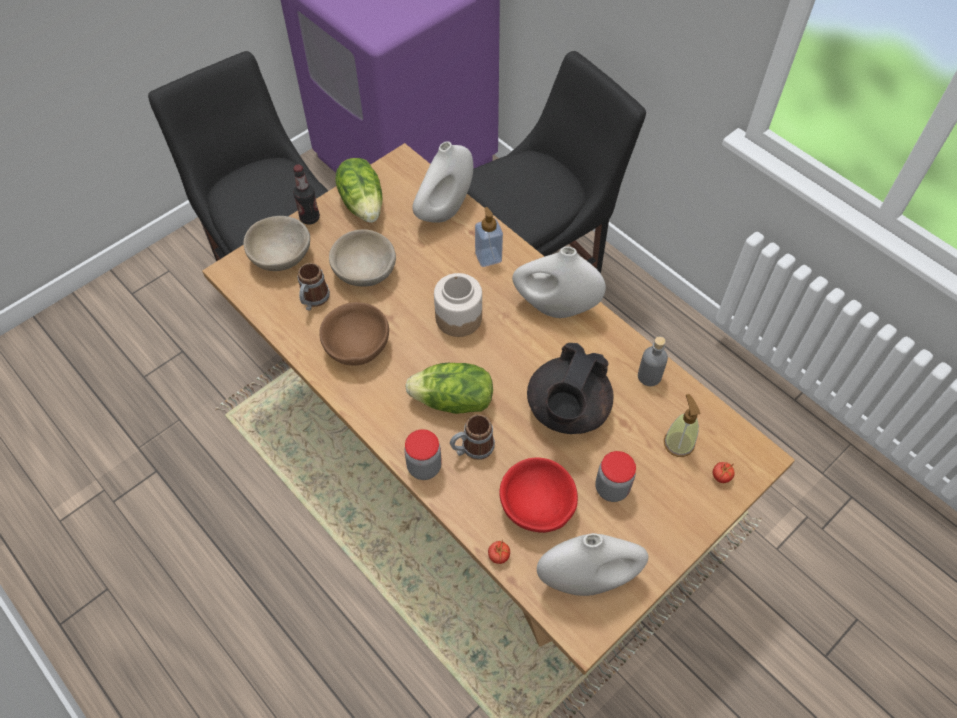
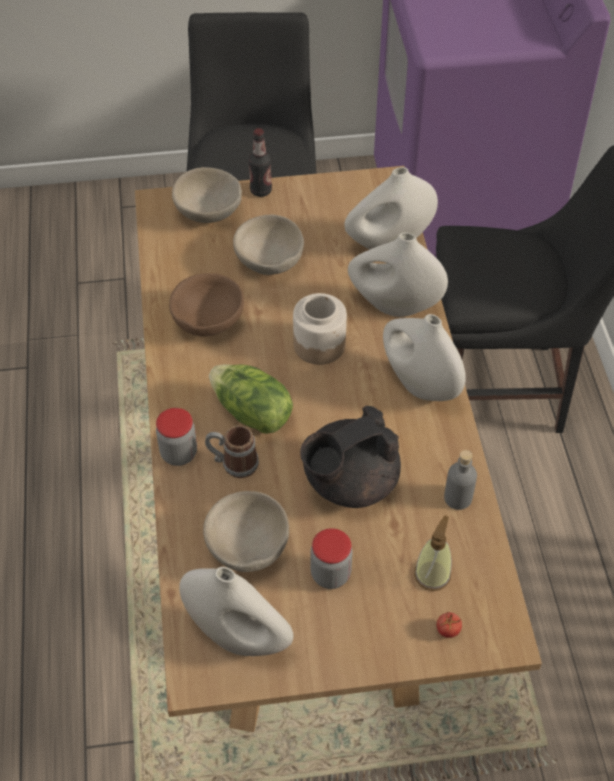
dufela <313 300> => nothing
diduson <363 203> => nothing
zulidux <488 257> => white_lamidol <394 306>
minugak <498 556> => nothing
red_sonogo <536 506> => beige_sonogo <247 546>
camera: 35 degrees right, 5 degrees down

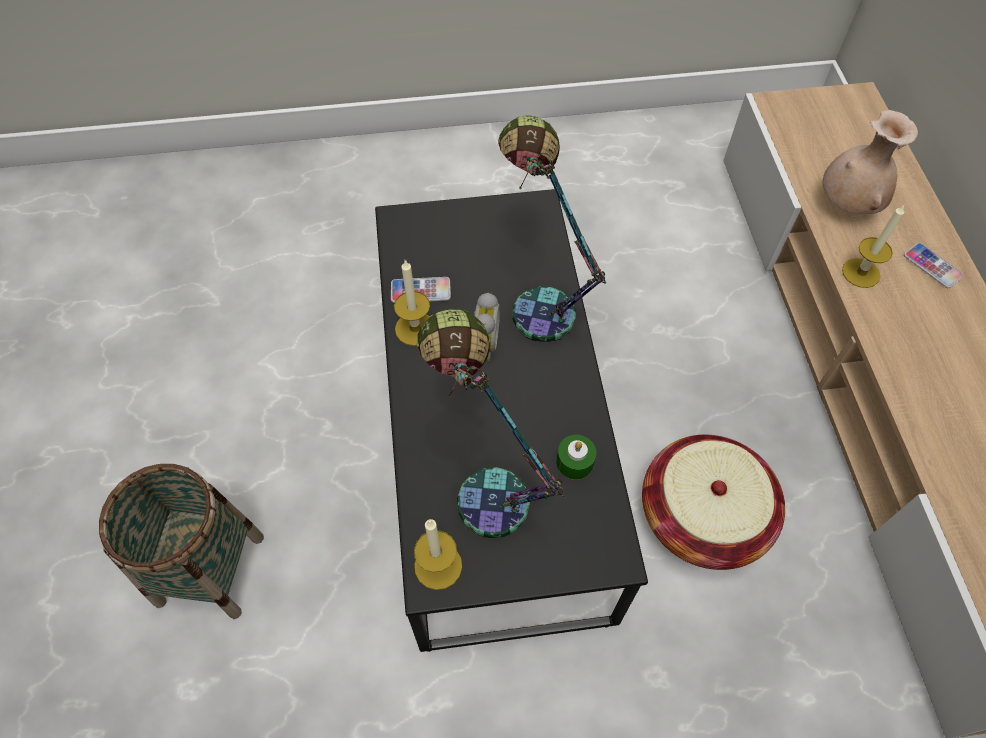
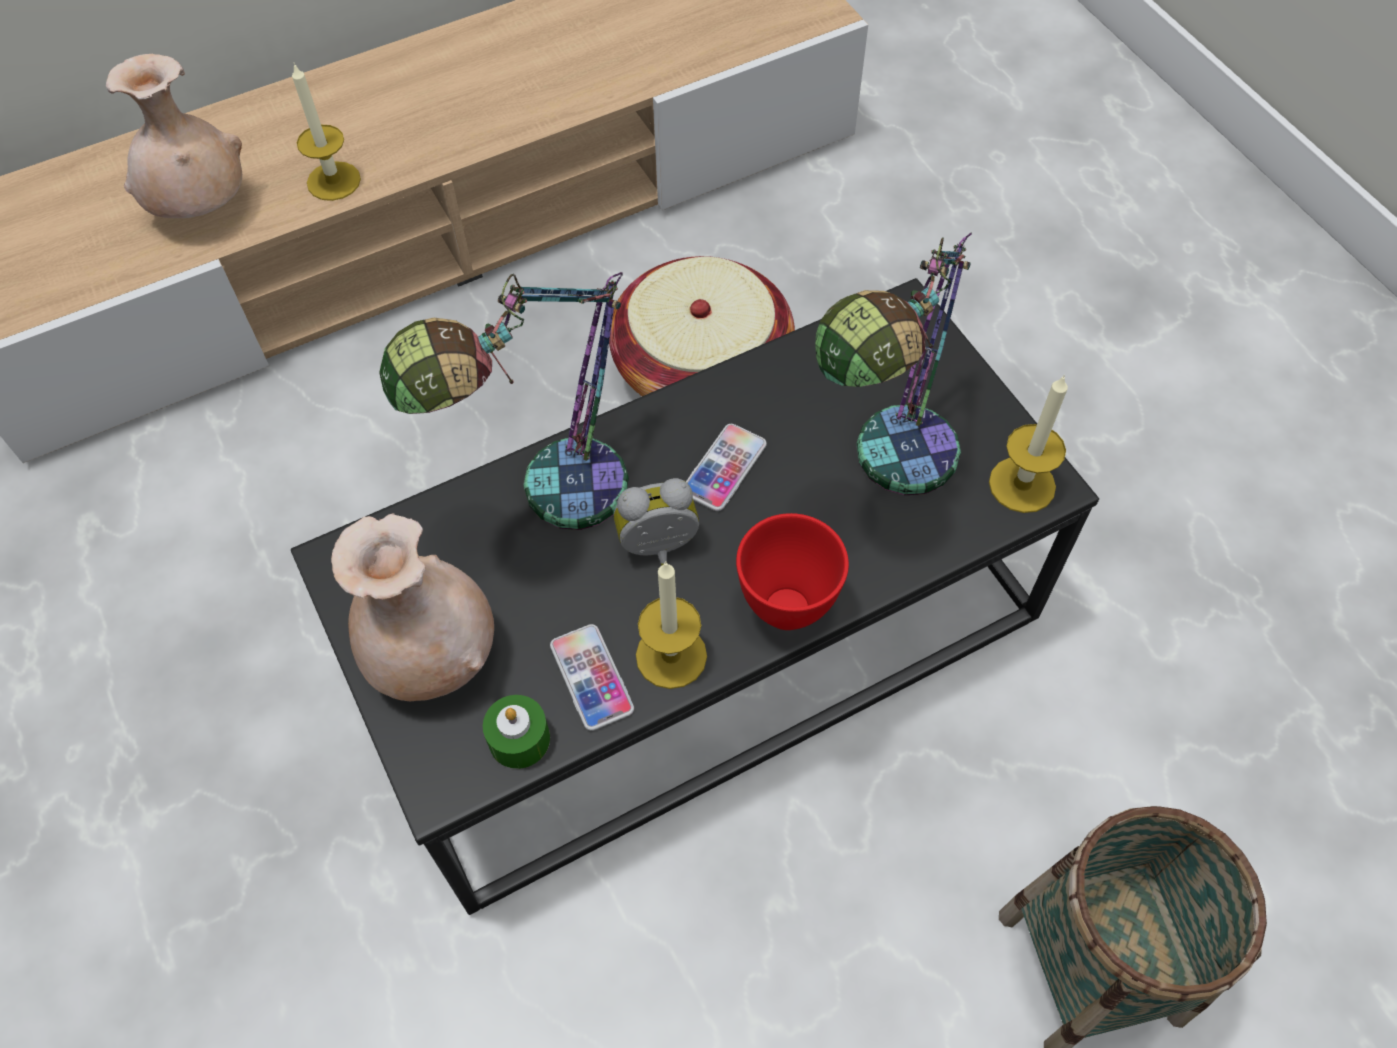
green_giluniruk <575 462> => green_giluniruk <519 739>, relocated
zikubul <932 266> => zikubul <724 468>, relocated
nothing => beige_lamidol <432 656>
nothing => red_sonogo <789 611>
camera: 110 degrees left, 0 degrees up

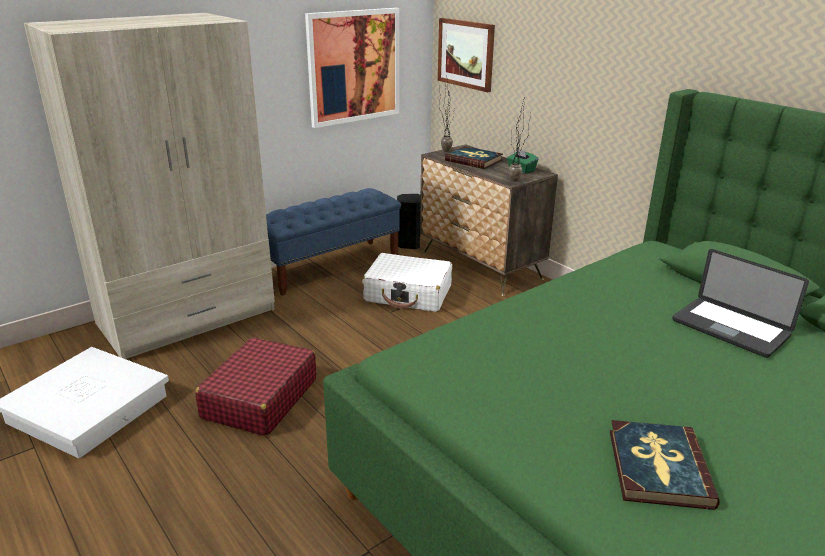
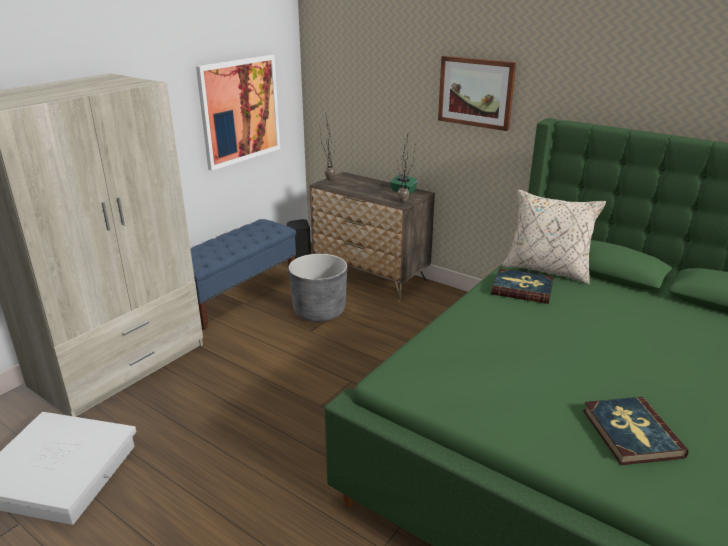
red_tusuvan <260 398> => nothing
white_tusuvan <408 294> => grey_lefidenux <319 311>
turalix <466 54> => turalix <476 92>, relocated
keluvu <474 160> => keluvu <522 289>, relocated
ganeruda <730 328> => nothing
nothing => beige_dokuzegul <547 270>
camera: 15 degrees left, 0 degrees up

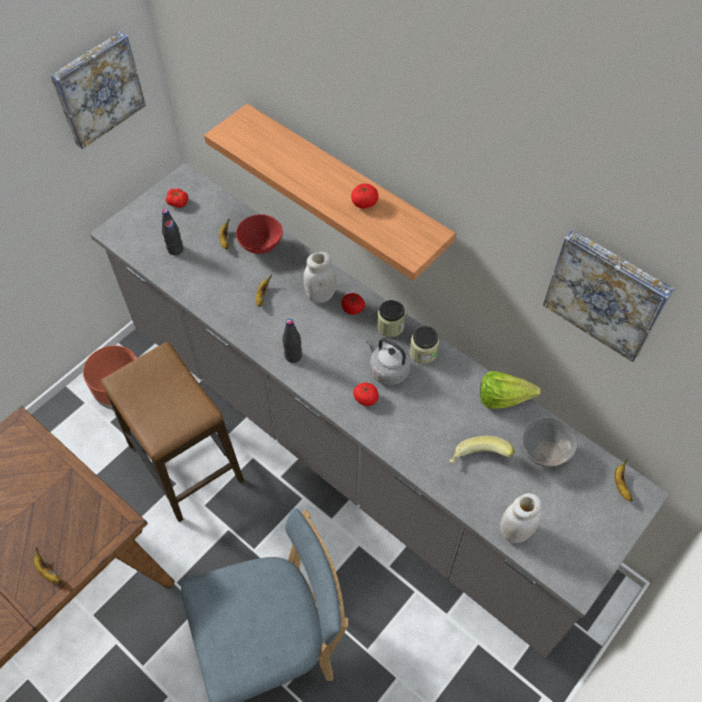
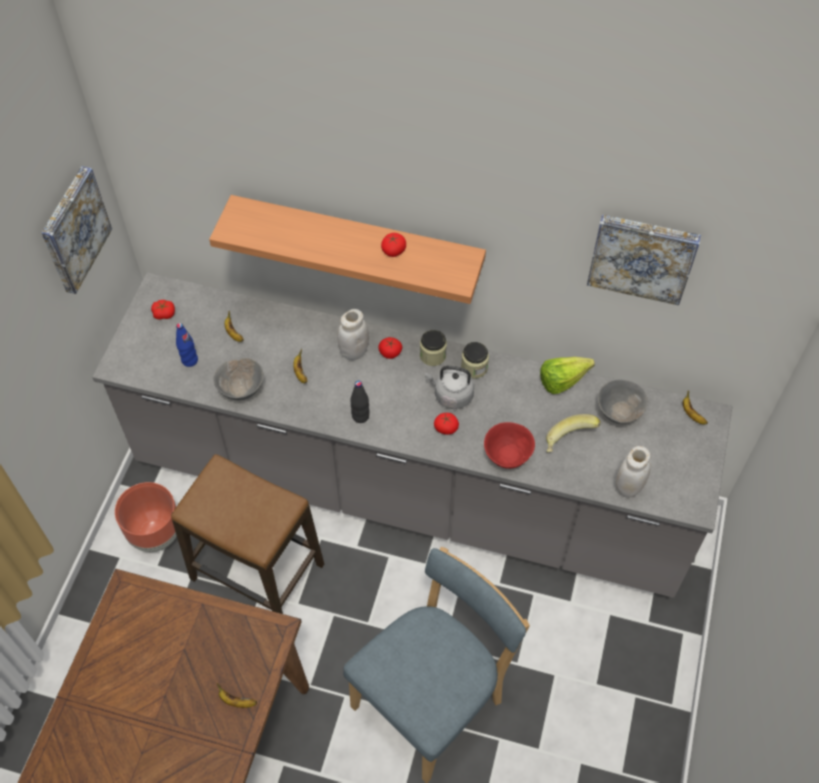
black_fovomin <175 249> => blue_fovomin <189 360>
red_sonogo <261 246> => red_sonogo <507 456>, relocated
nothing => grey_sonogo <241 390>
camera: 25 degrees left, 0 degrees up

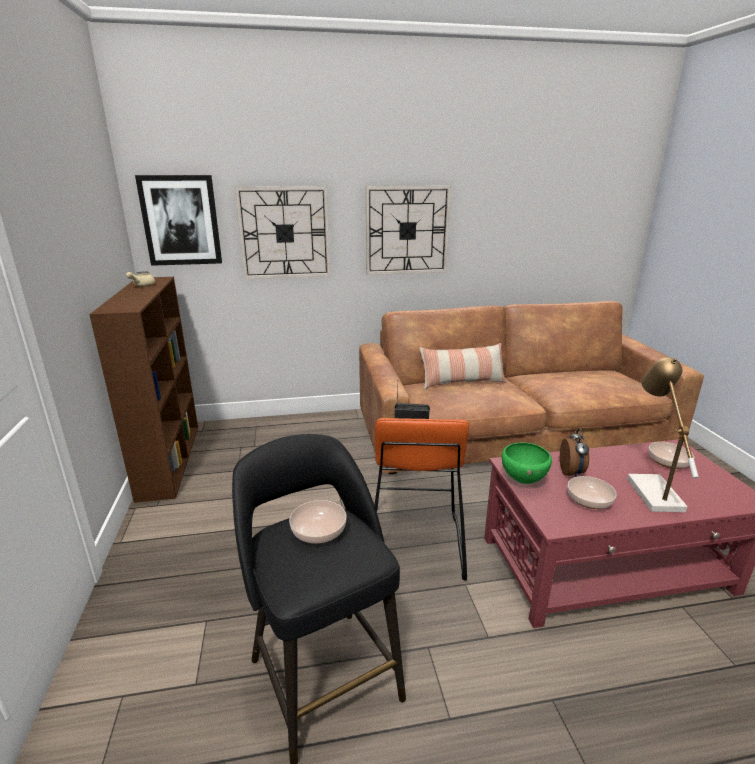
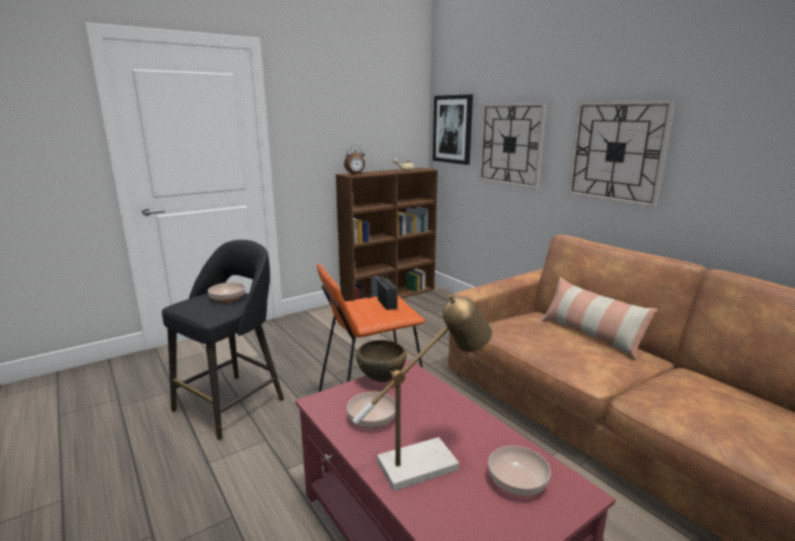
green_sonogo <523 480> => brown_sonogo <382 379>
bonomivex <572 473> => bonomivex <355 174>, relocated
camera: 65 degrees right, 5 degrees down

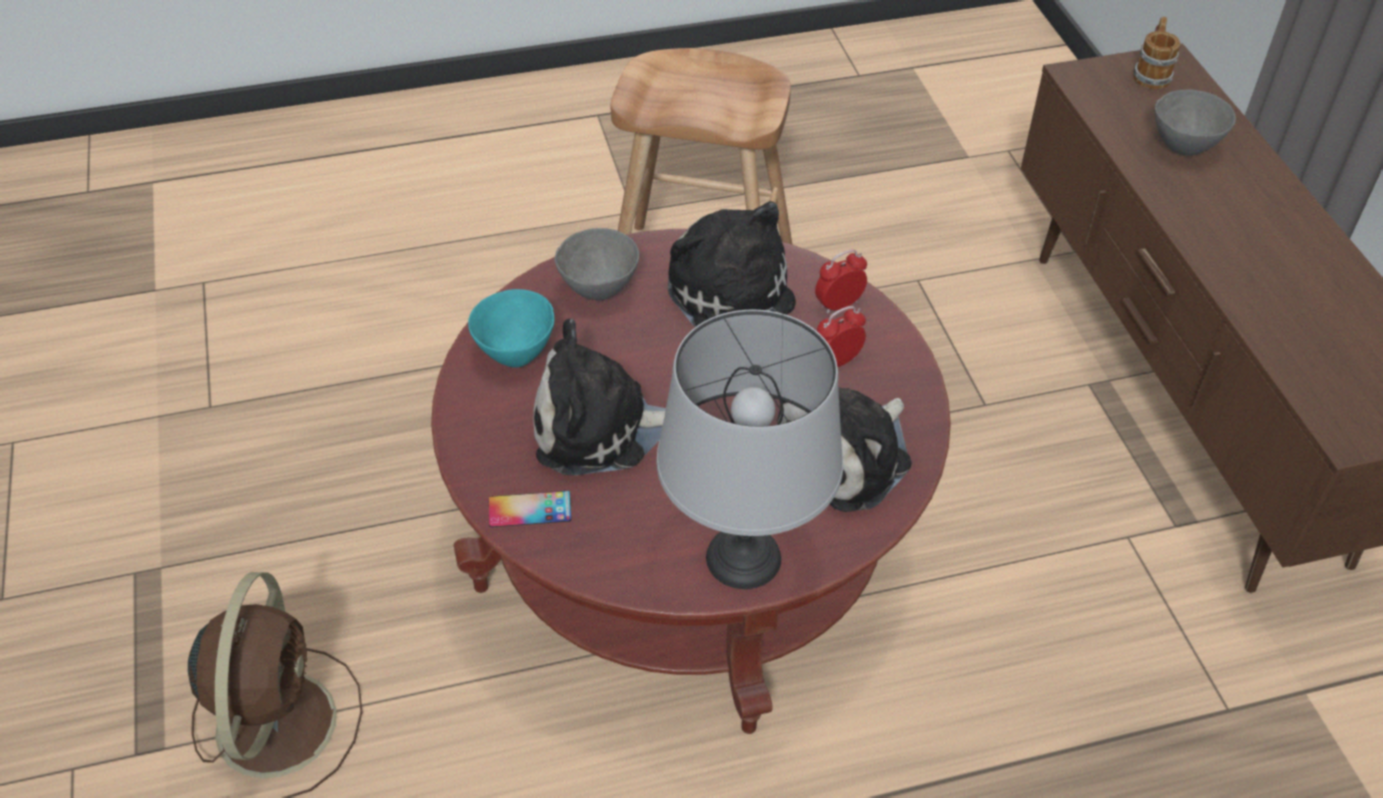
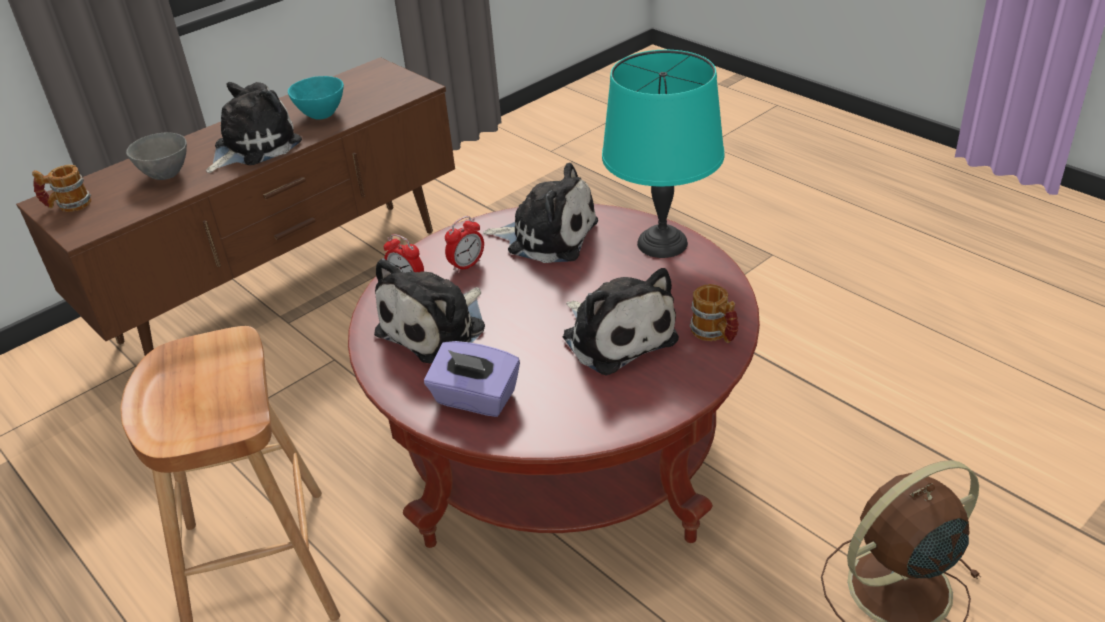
turquoise_sonogo <515 353> => turquoise_sonogo <321 115>, relocated
zikubul <530 509> => dufela <715 334>
grey_sonogo <599 290> => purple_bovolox <475 399>
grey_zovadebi <745 557> => turquoise_zovadebi <661 243>
bonomivex <836 361> => bonomivex <467 265>, 75 degrees counterclockwise
nothing => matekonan <253 146>
camera: 115 degrees left, 10 degrees down

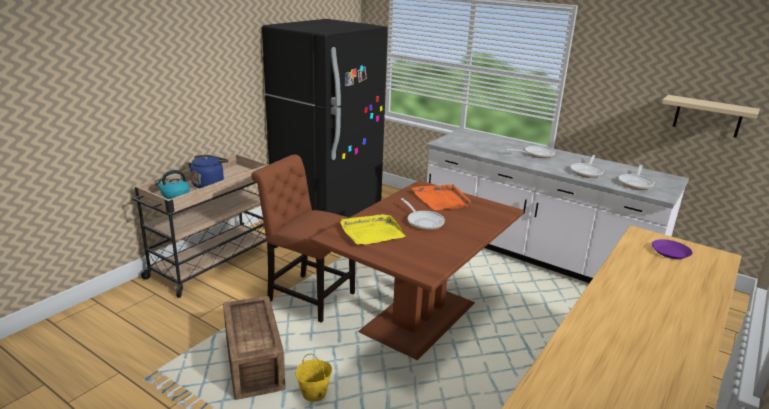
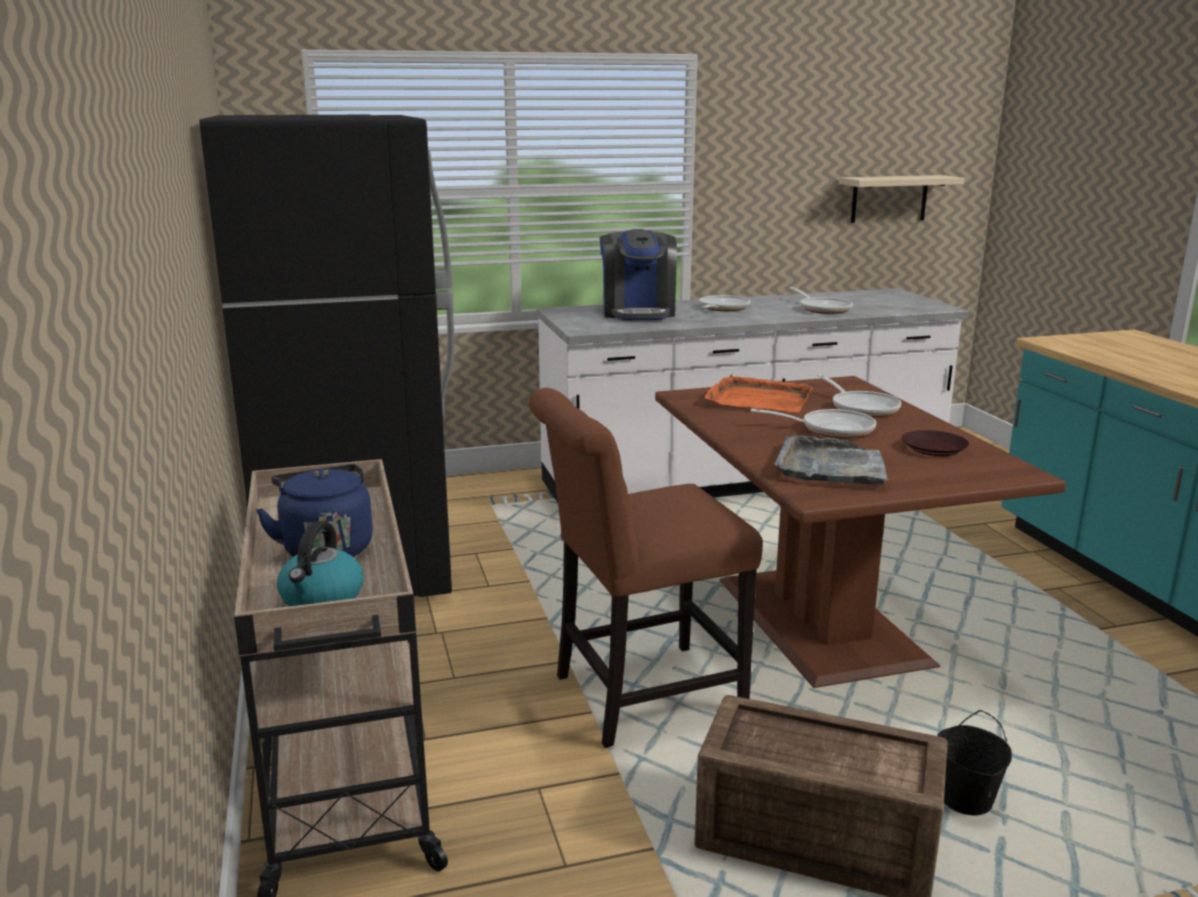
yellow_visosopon <313 394> => black_visosopon <966 801>
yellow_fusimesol <371 232> => grey_fusimesol <831 467>
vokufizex <635 183> => vokufizex <861 408>, relocated
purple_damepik <671 252> => nothing
nothing => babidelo <638 313>
nothing => brown_damepik <933 448>
camera: 50 degrees left, 5 degrees down

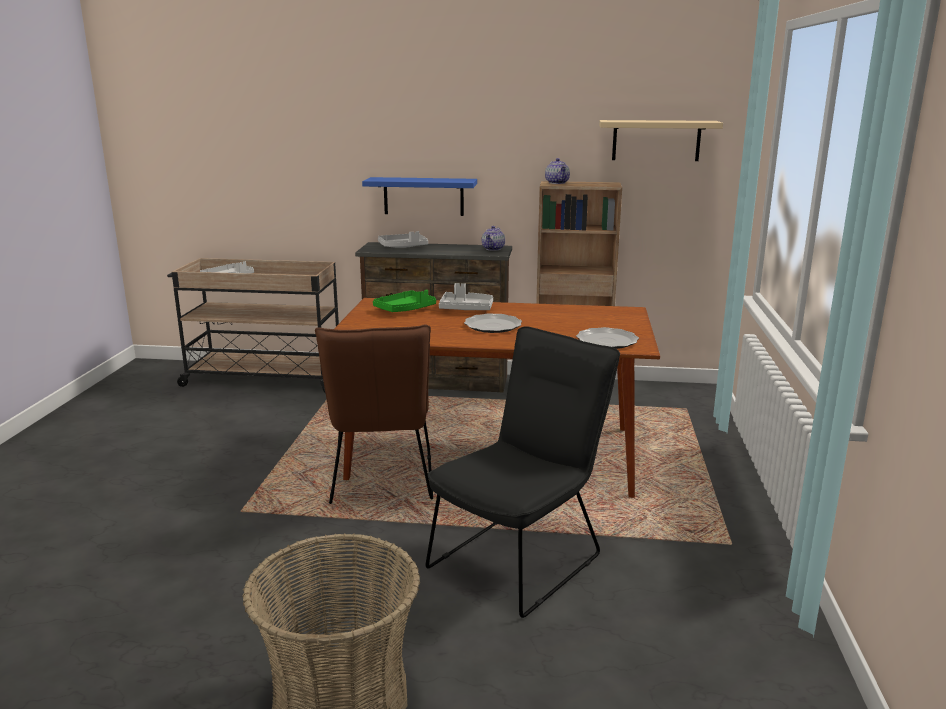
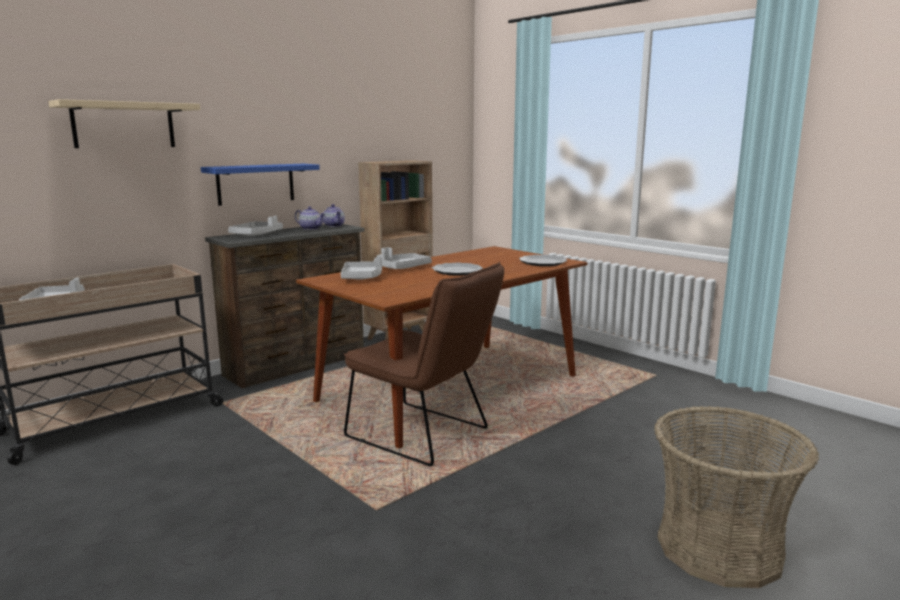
green_fusimesol <405 309> => grey_fusimesol <362 277>
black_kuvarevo <522 556> => nothing
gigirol <557 183> => gigirol <311 228>, relocated
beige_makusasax <656 140> => beige_makusasax <124 125>, relocated
camera: 50 degrees left, 5 degrees down

